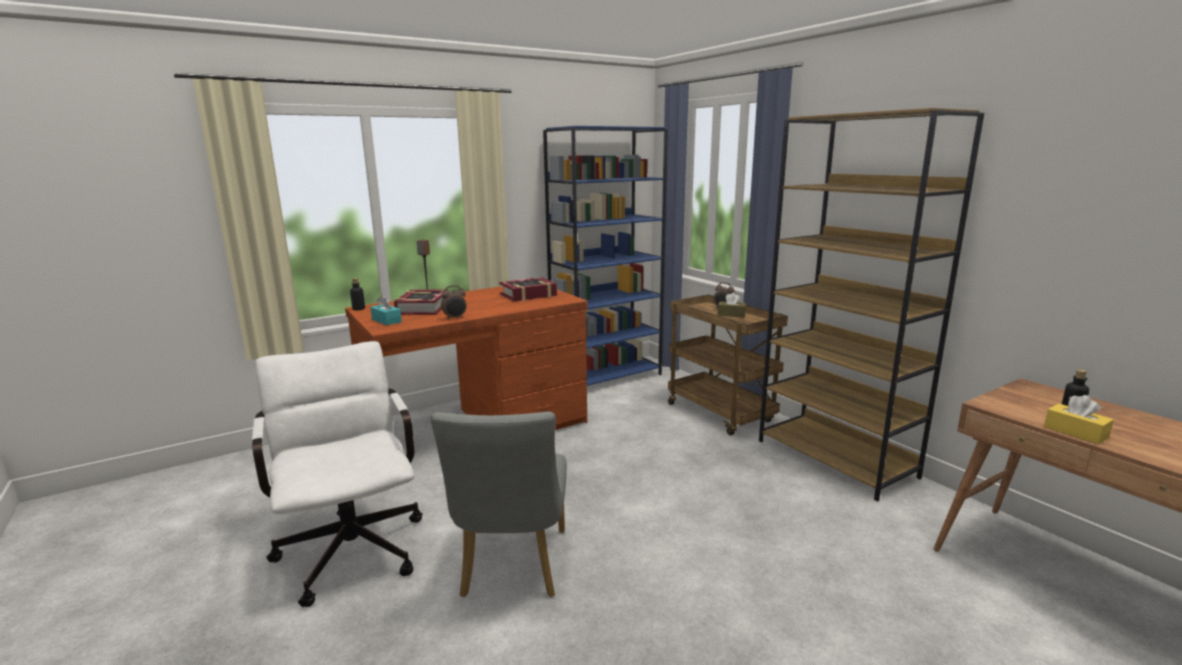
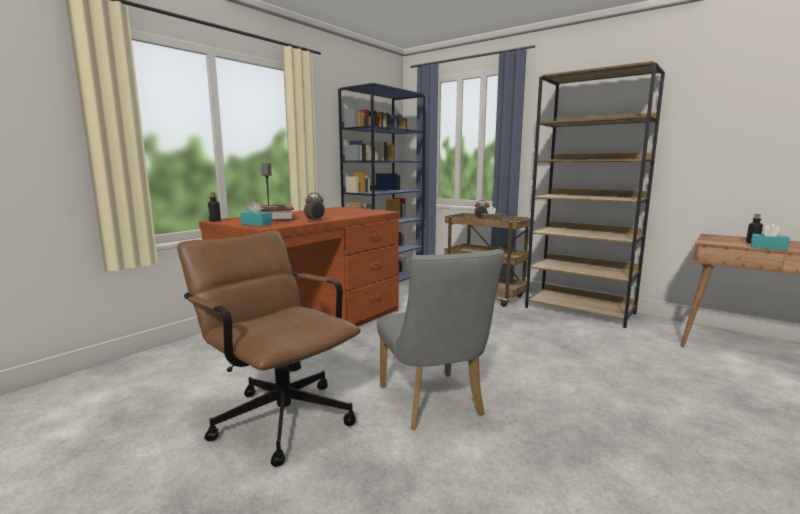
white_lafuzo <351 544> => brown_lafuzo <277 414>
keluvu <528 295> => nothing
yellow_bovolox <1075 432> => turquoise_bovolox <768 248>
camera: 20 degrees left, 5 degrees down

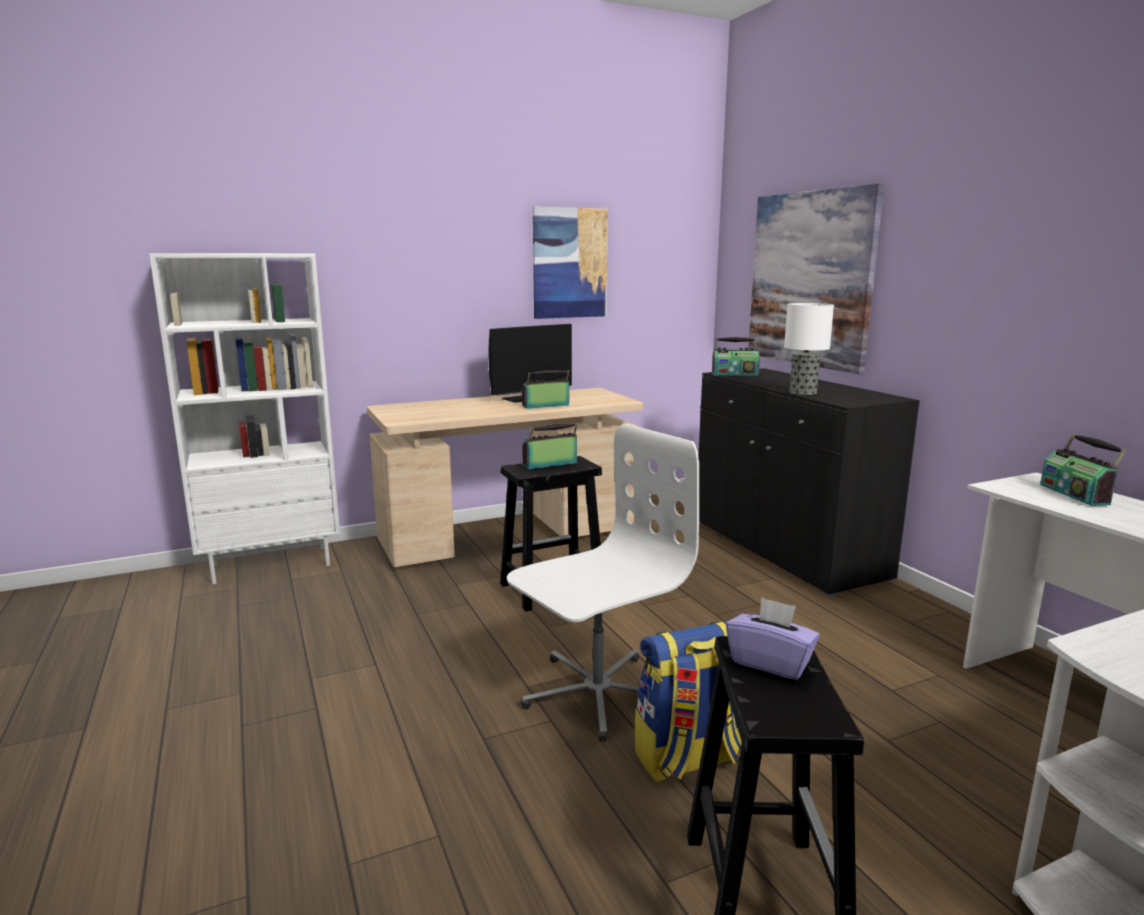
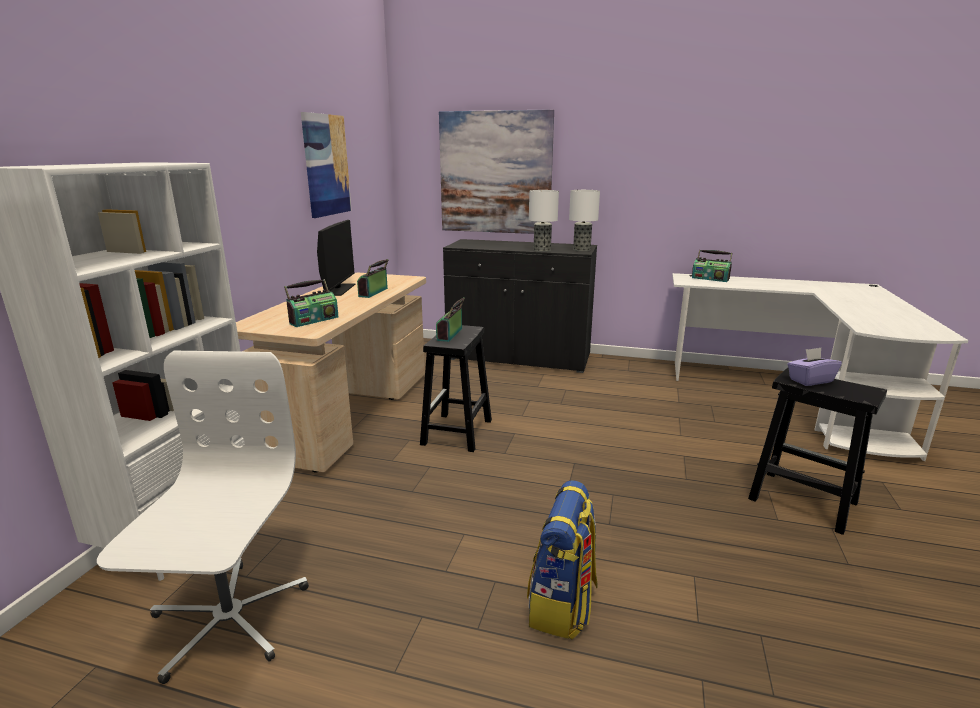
white_lafuzo <596 693> => white_lafuzo <227 619>, relocated
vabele <688 759> => vabele <562 605>, relocated
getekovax <734 374> => getekovax <313 320>, relocated
nothing => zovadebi <582 249>
camera: 50 degrees left, 5 degrees up

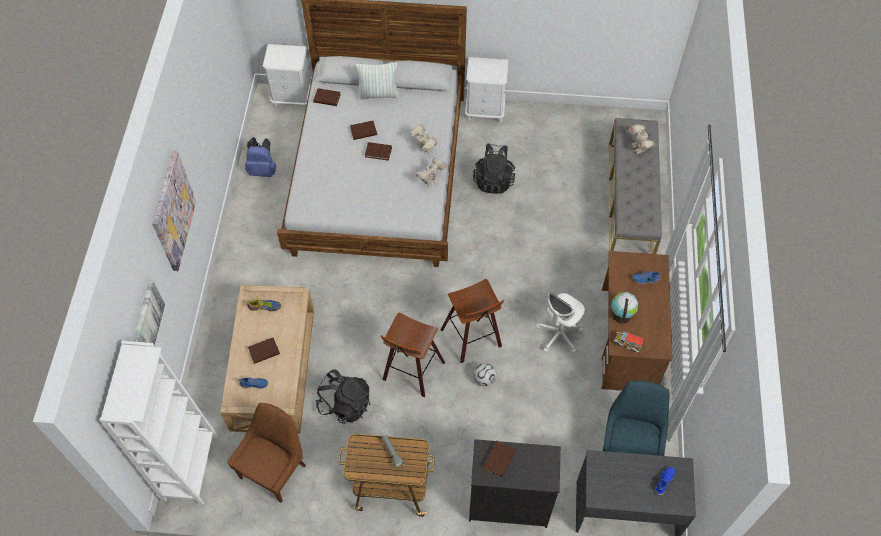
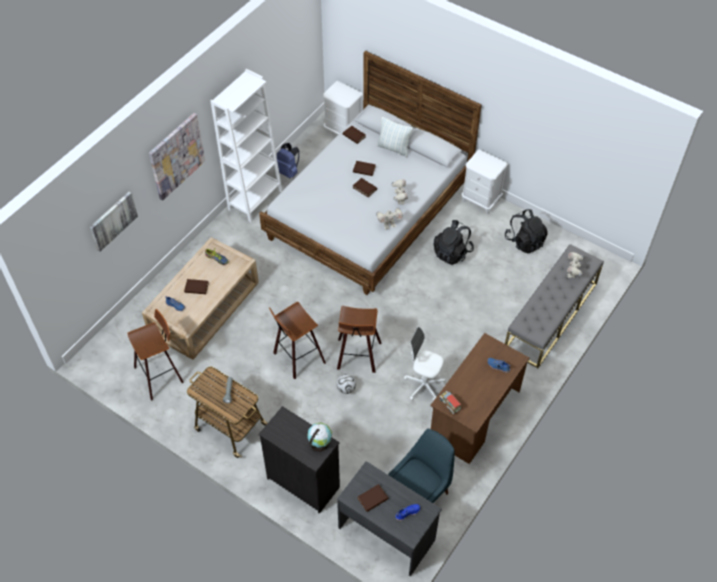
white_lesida <190 468> => white_lesida <255 200>, relocated
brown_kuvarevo <275 469> => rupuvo <160 375>
black_vabele <345 404> => black_vabele <524 241>, relocated
brown_keluvu <499 459> => brown_keluvu <372 499>, relocated
white_lafuzo <559 335> => white_lafuzo <423 386>, 45 degrees clockwise
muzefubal <621 314> => muzefubal <320 443>, relocated
camera: 30 degrees right, 5 degrees down

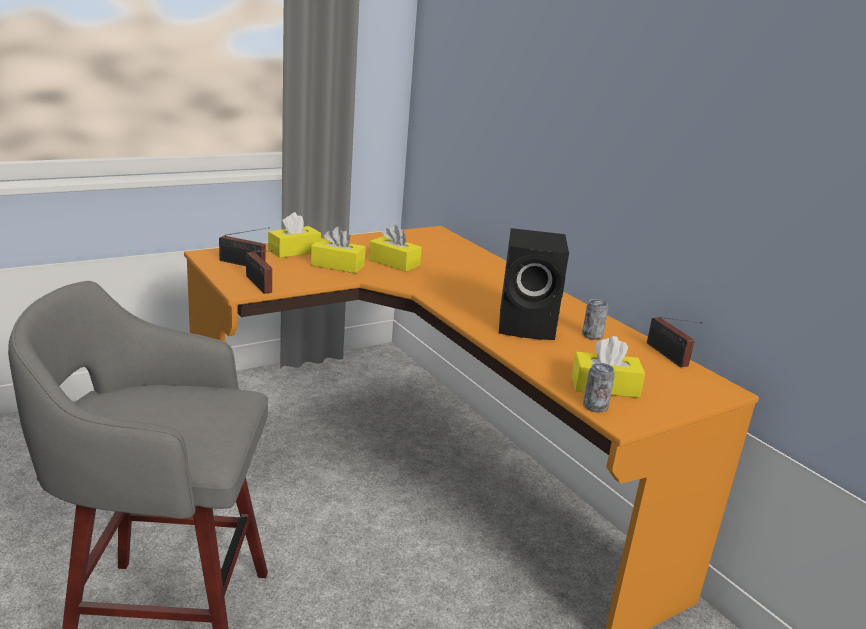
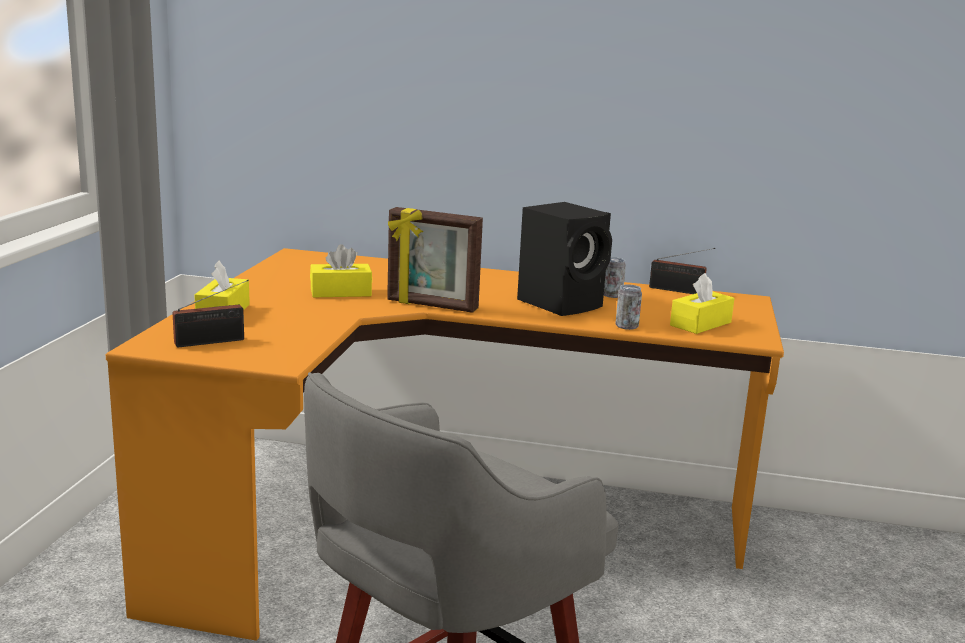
getekovax <259 285> => nothing
yellow_bovolox <337 265> => nothing
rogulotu <595 406> => rogulotu <626 326>, relocated
nothing => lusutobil <431 306>
camera: 45 degrees left, 5 degrees down

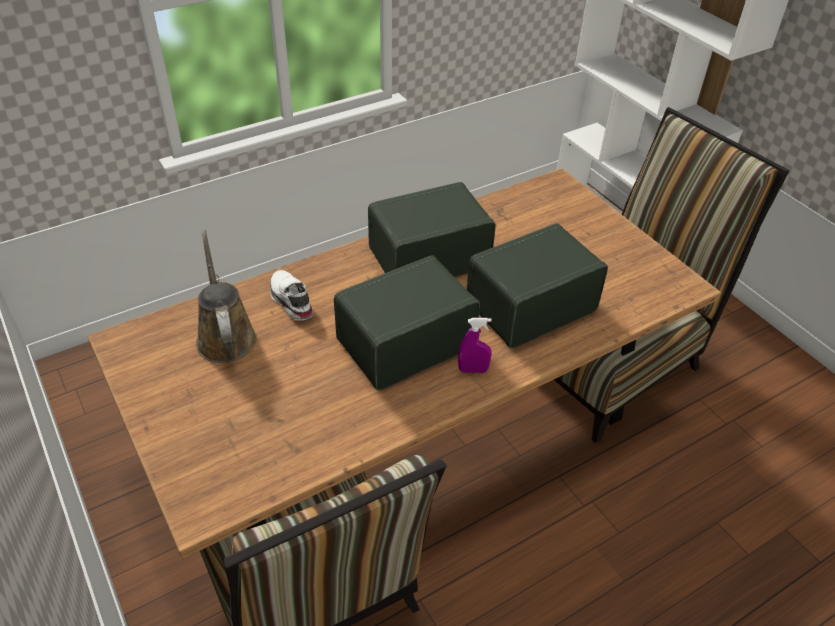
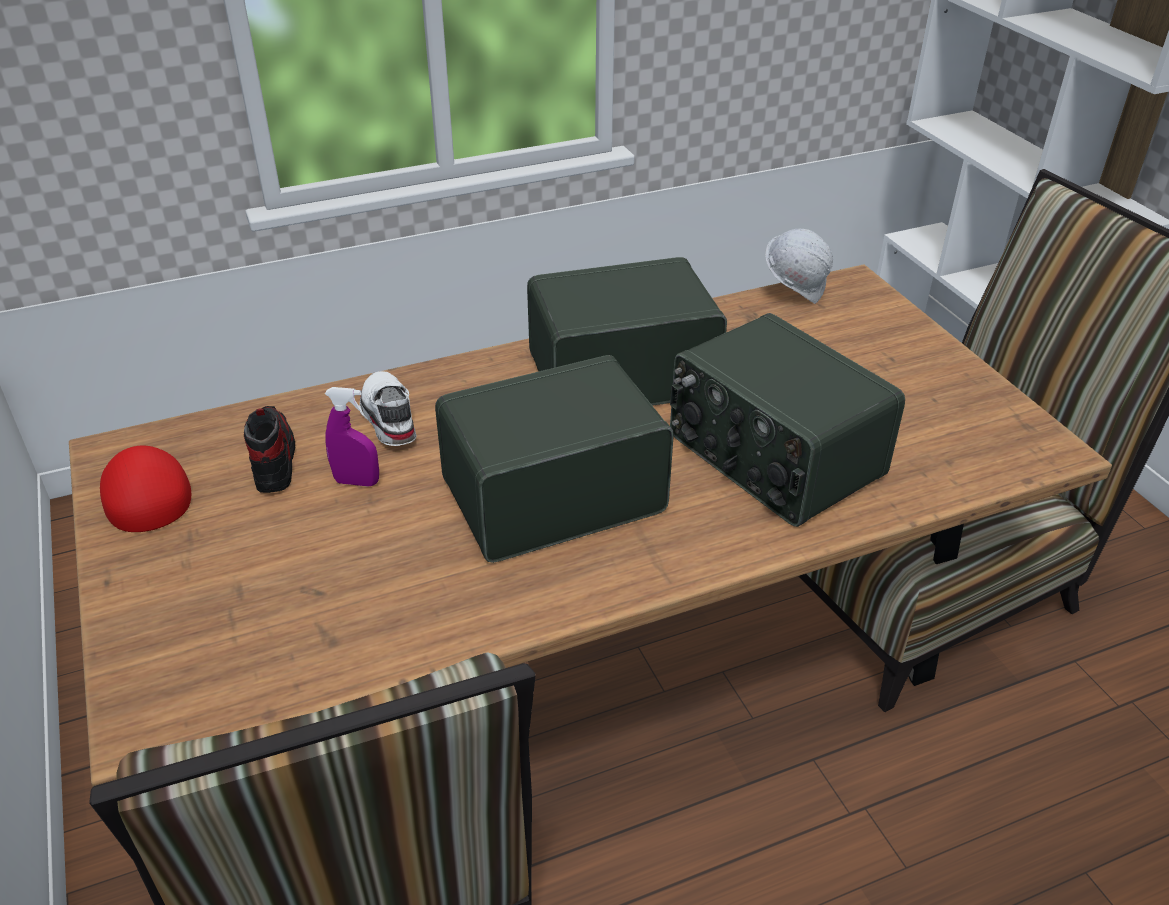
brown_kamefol <225 336> => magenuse <272 459>
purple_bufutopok <473 370> => purple_bufutopok <357 482>, relocated
getekovax <529 305> => getekovax <772 457>, 105 degrees counterclockwise
nothing => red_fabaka <145 491>
nothing => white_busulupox <795 293>
camera: 10 degrees right, 5 degrees down

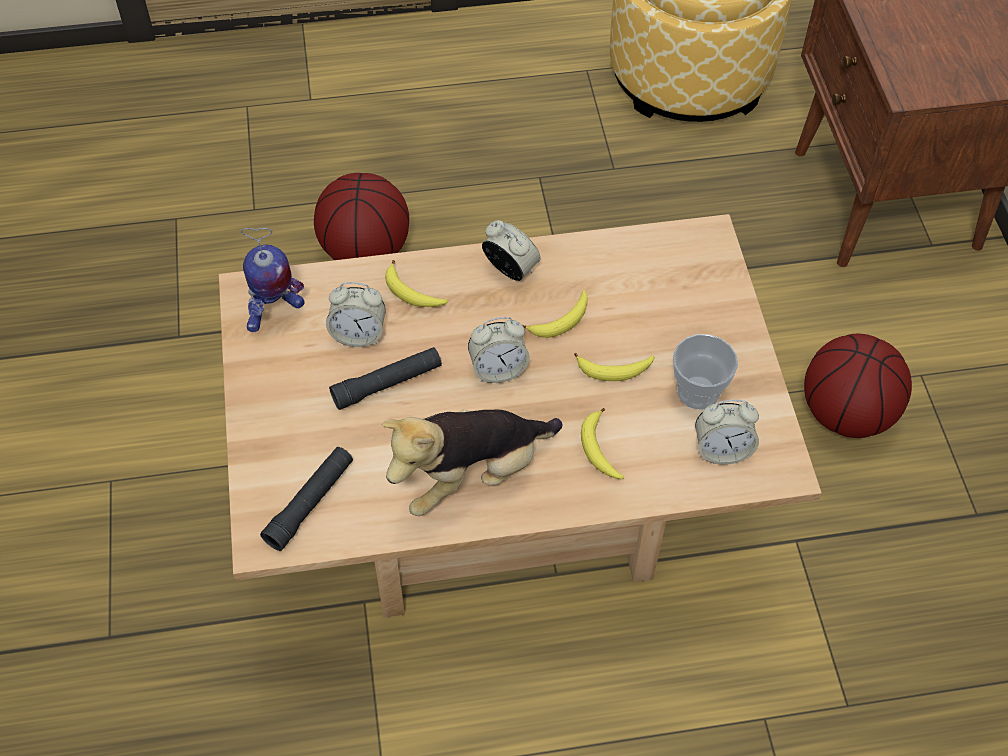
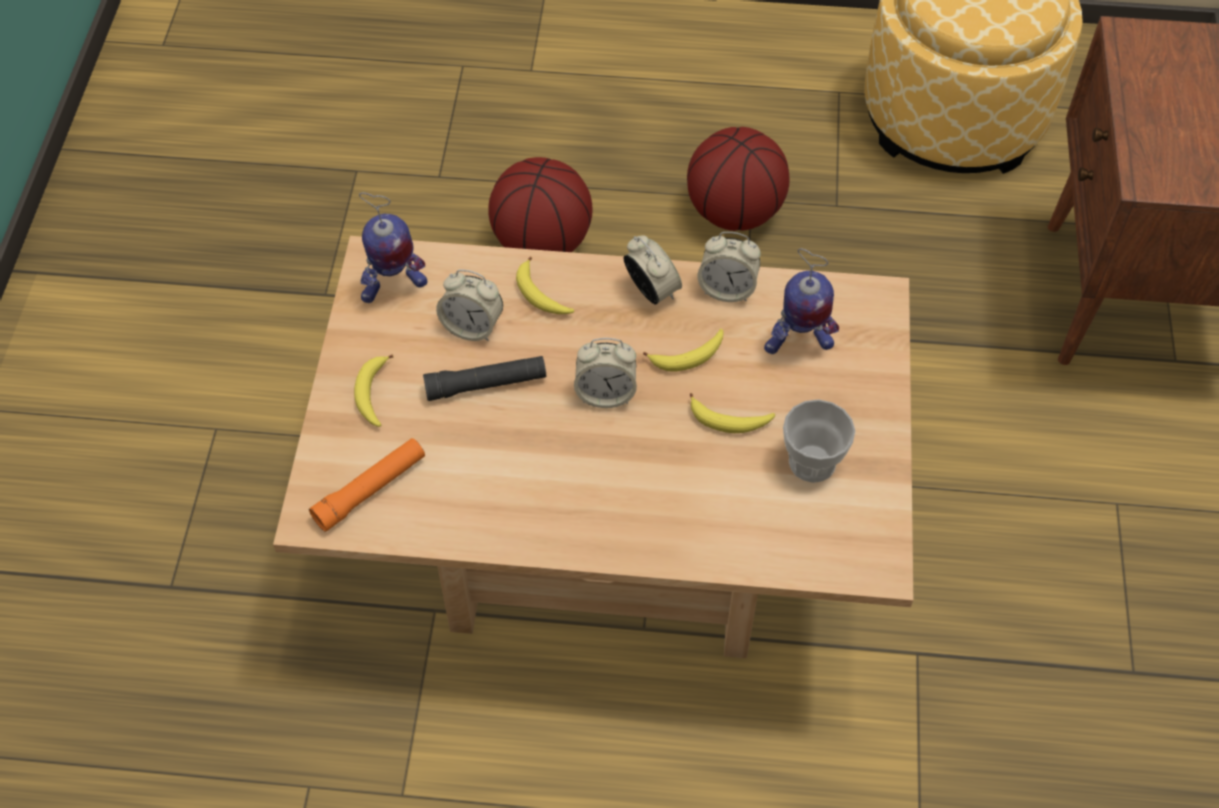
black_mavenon <310 503> => orange_mavenon <370 490>
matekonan <471 475> => nothing
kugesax <599 450> => kugesax <373 395>, relocated
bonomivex <722 450> => bonomivex <727 289>, relocated
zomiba <846 414> => zomiba <734 213>, relocated
nothing => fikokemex <797 344>
camera: 15 degrees right, 0 degrees up

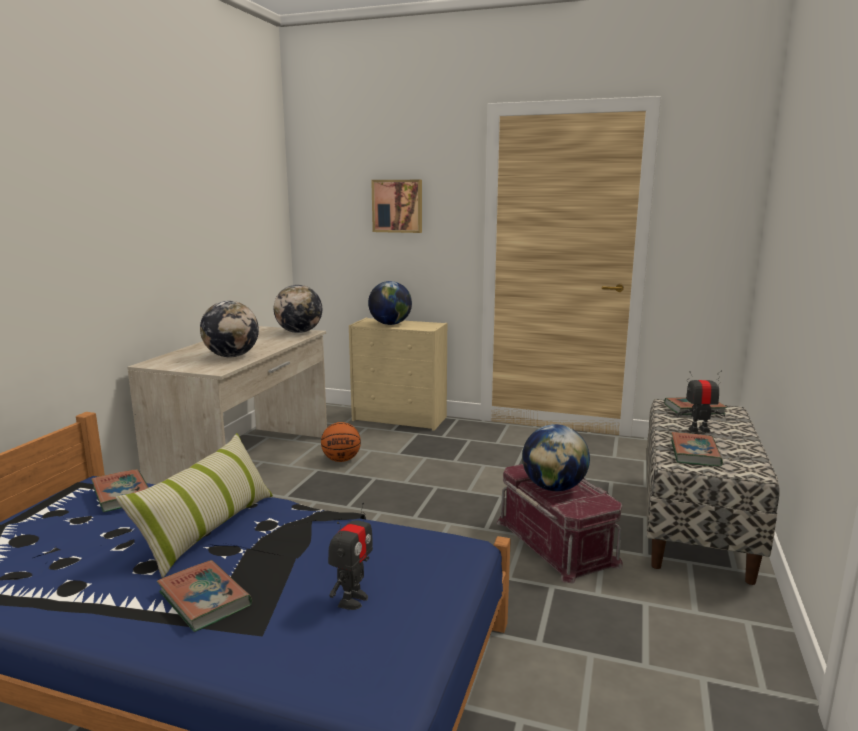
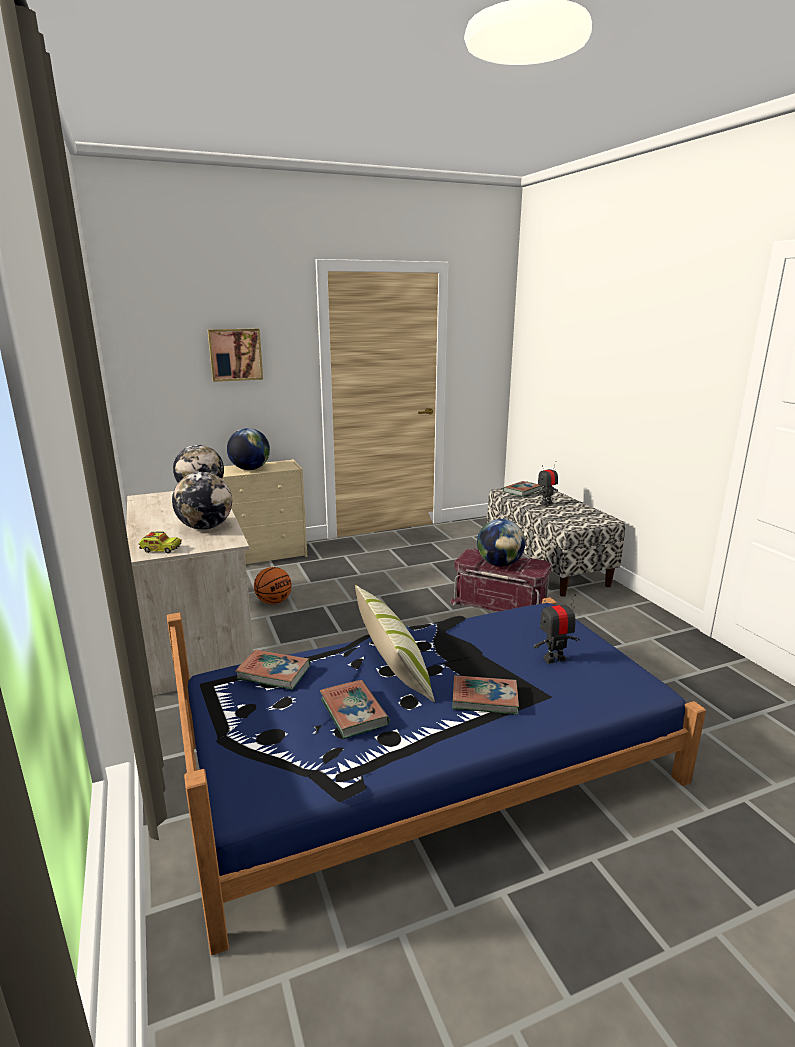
fikokemex <352 600> => fikokemex <554 659>, 90 degrees counterclockwise
keluvu <695 453> => keluvu <353 712>, relocated
nothing => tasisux <160 549>
camera: 40 degrees left, 5 degrees up

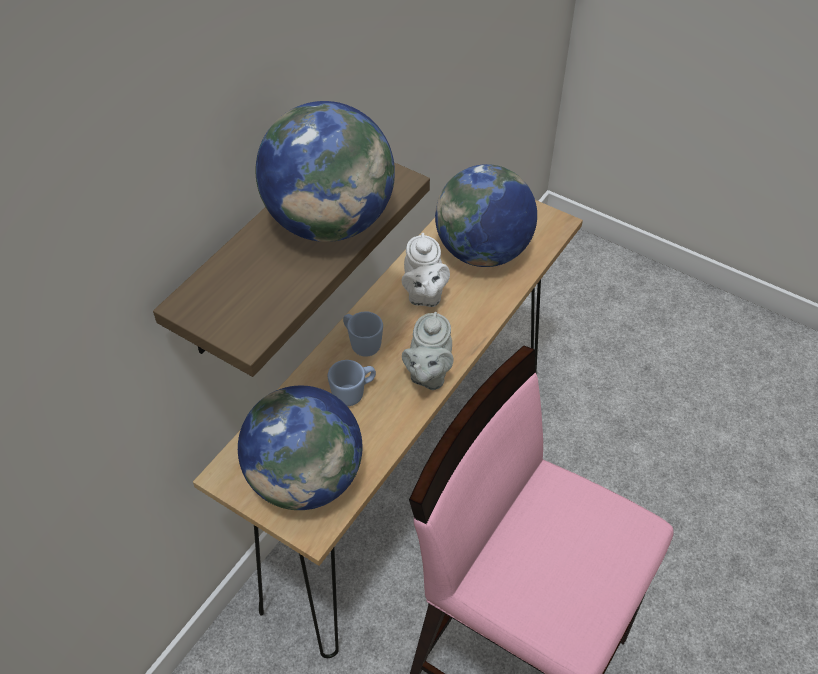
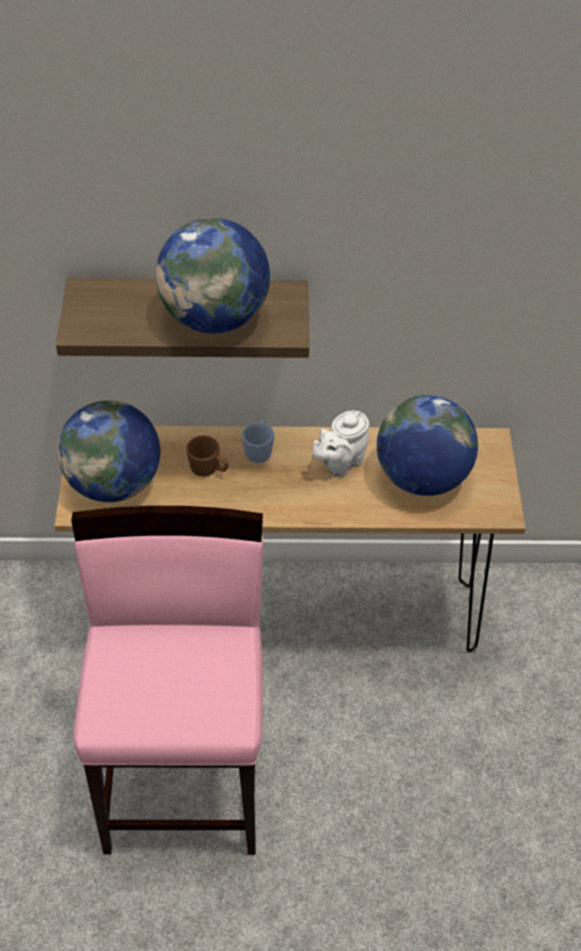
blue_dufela <353 393> => brown_dufela <209 470>
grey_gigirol <428 374> => nothing
camera: 55 degrees right, 0 degrees up

